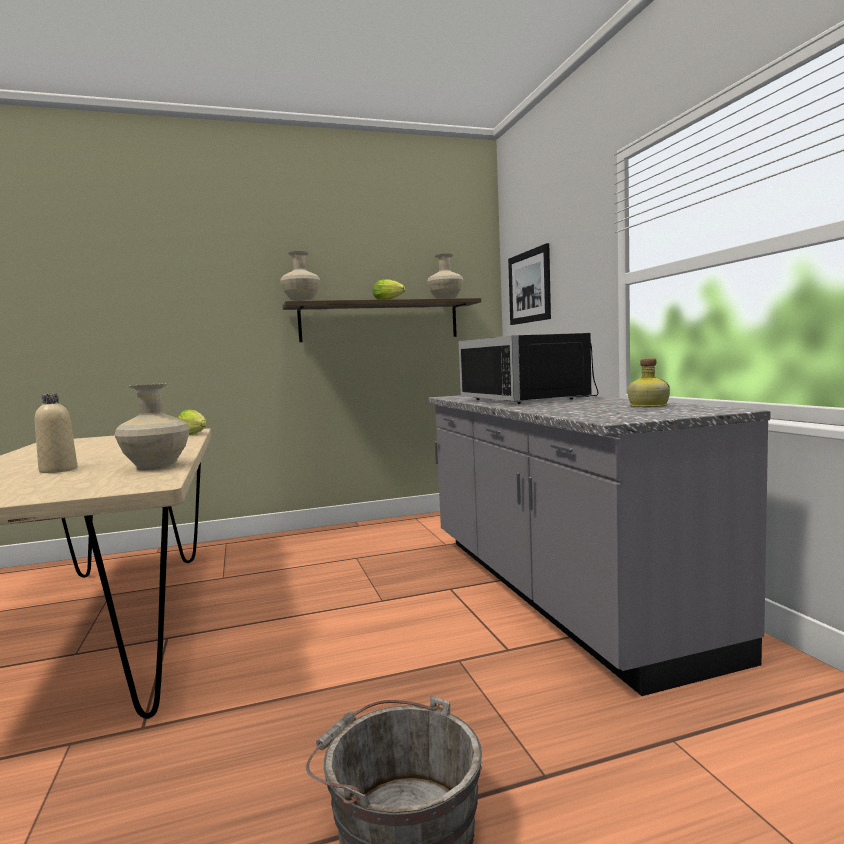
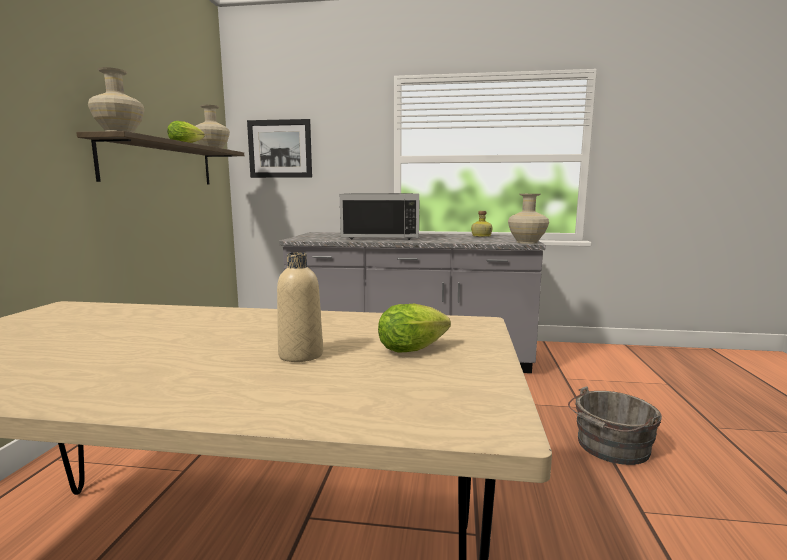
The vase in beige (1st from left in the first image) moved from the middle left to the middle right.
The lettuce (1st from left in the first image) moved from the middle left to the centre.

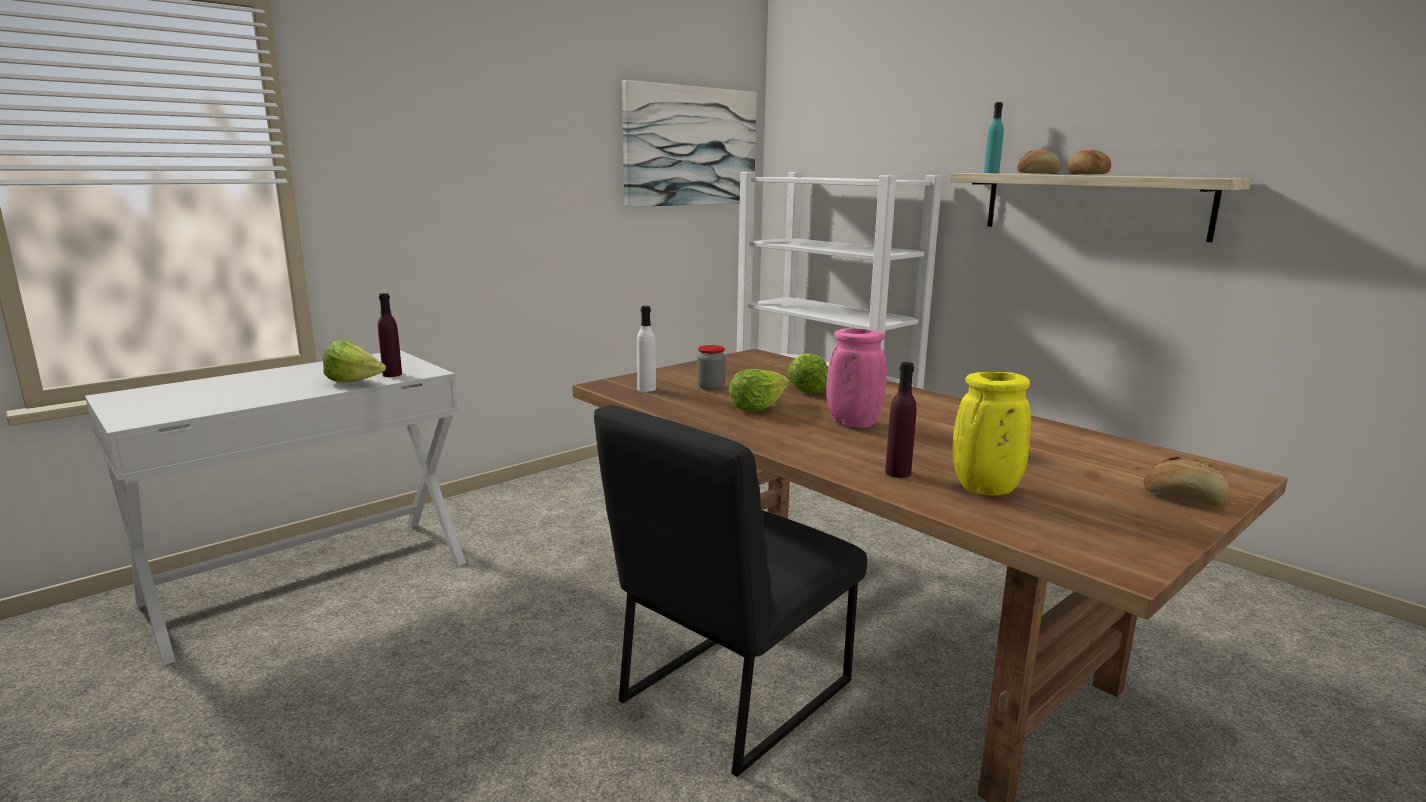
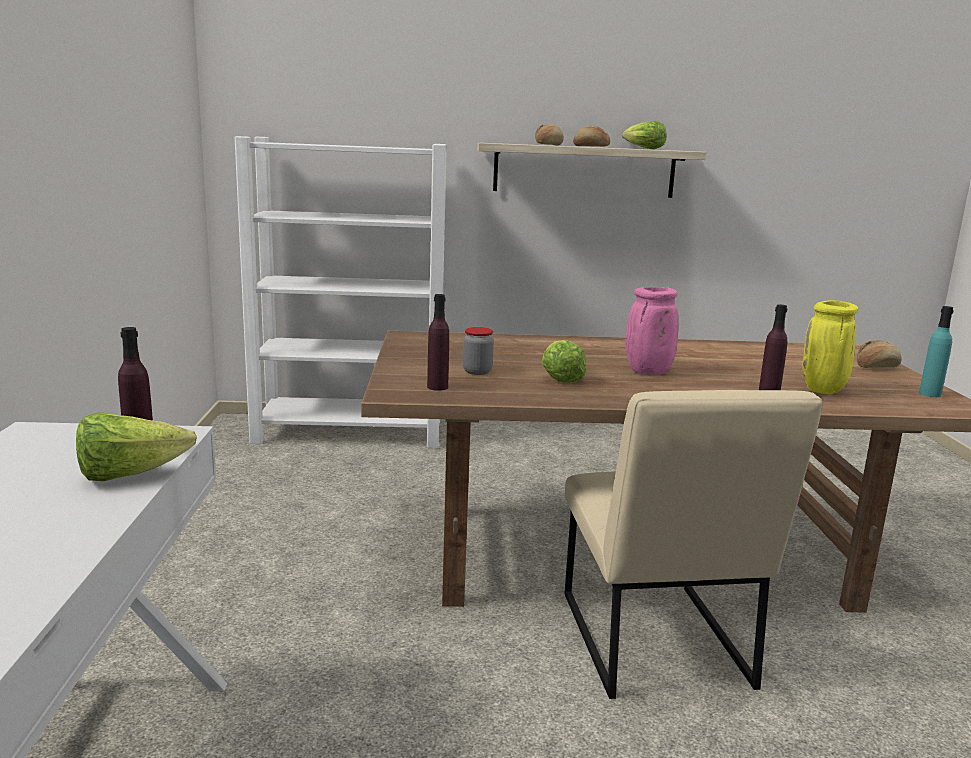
The picture at the top centre disappeared.
The bottle in turquoise moved from the top right to the middle right.
The bottle in white at the centre became the bottle in purple (2nd from left) at the centre.
The lettuce (3rd from left) moved from the centre to the top centre.
The chair in black at the bottom centre became the chair in beige at the bottom right.

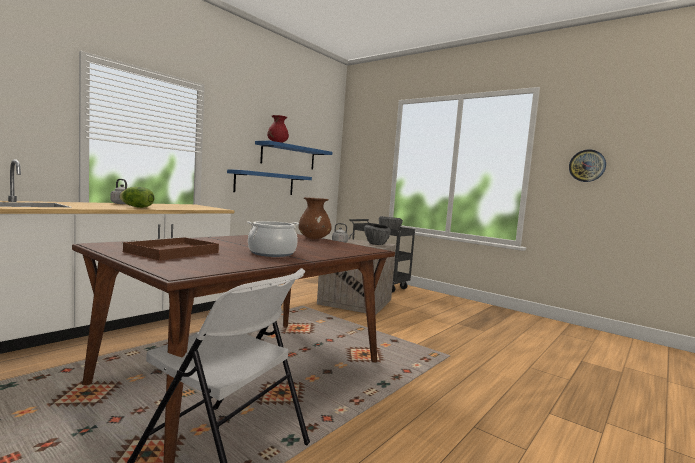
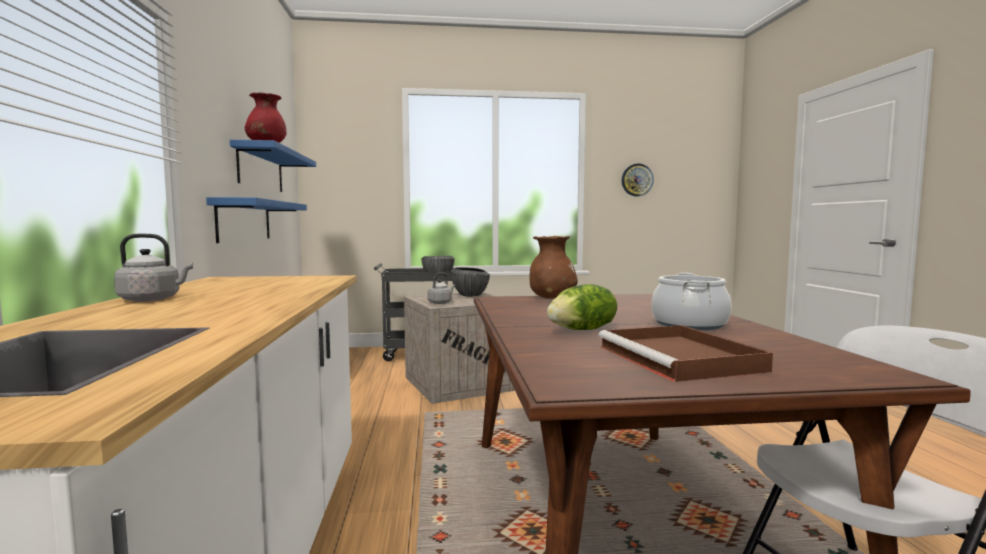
The lettuce moved from the middle left to the centre.

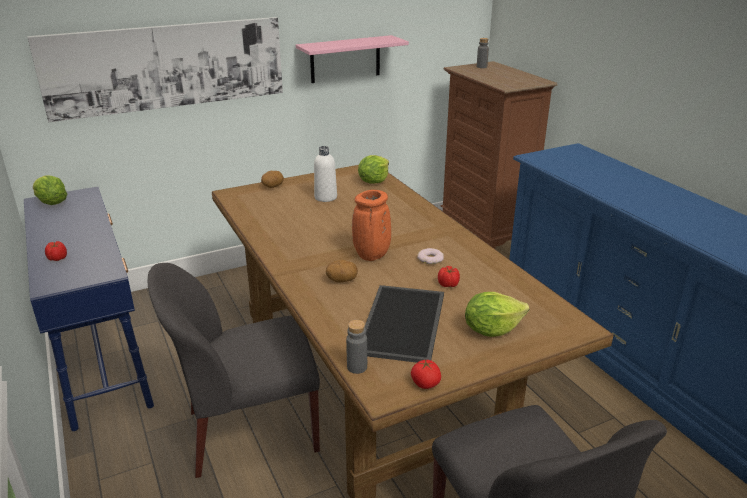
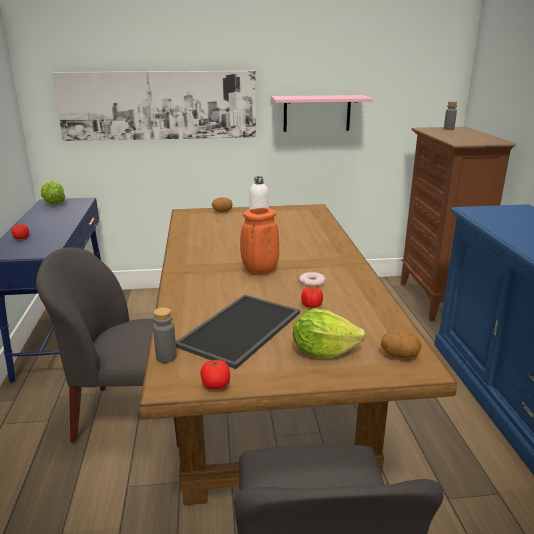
The lettuce (2nd from left) at the centre disappeared.
The potato (2nd from left) moved from the centre to the middle right.

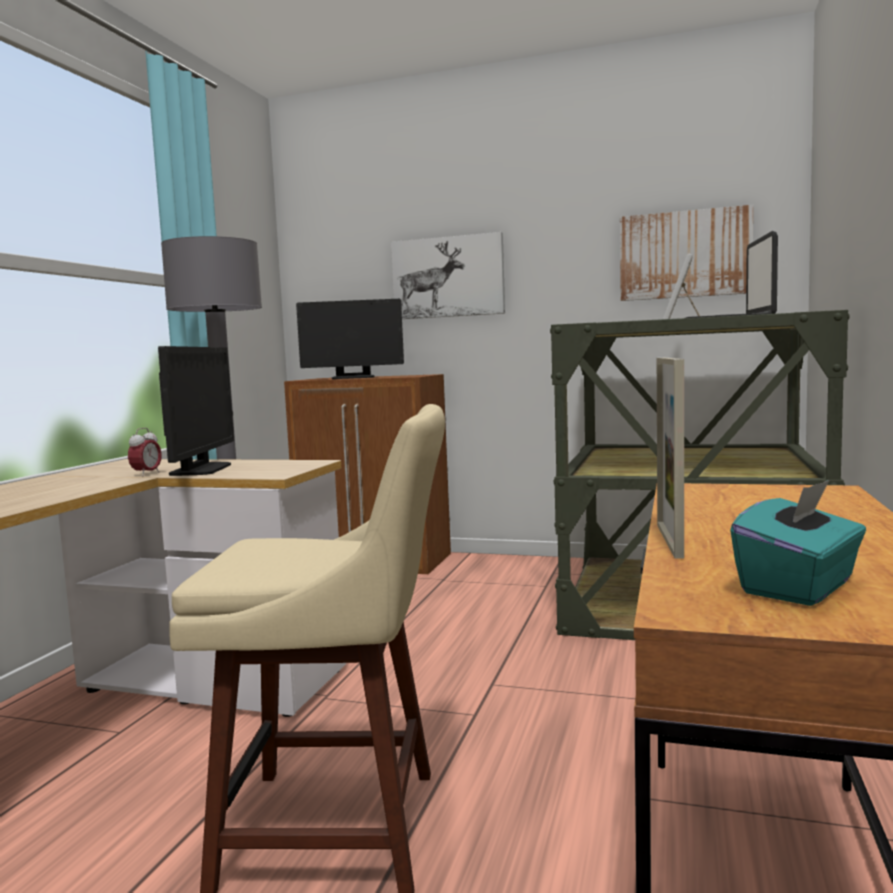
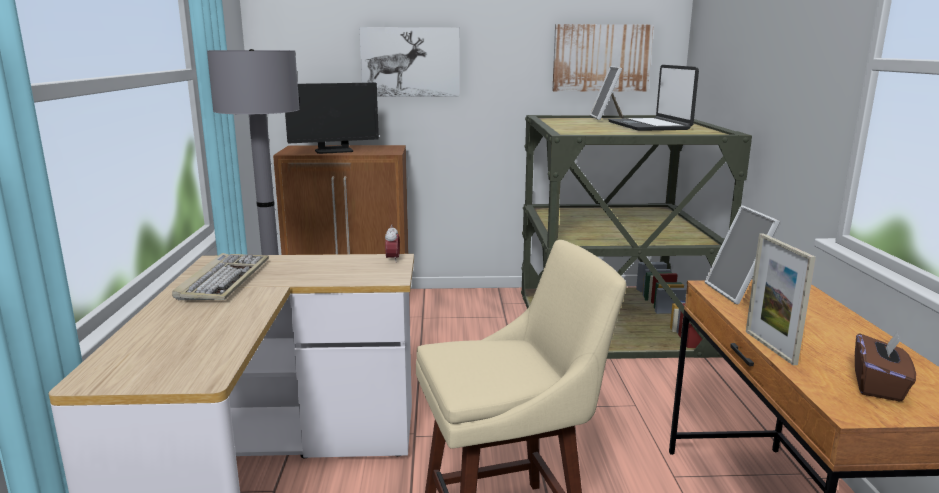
The monitor (1st from left) at the middle left disappeared.
The alarm clock moved from the middle left to the centre.
The tissue box in turquoise at the middle right became the tissue box in brown at the bottom right.
The picture frame (2nd from left) at the middle right appeared.
The keyboard at the middle left appeared.

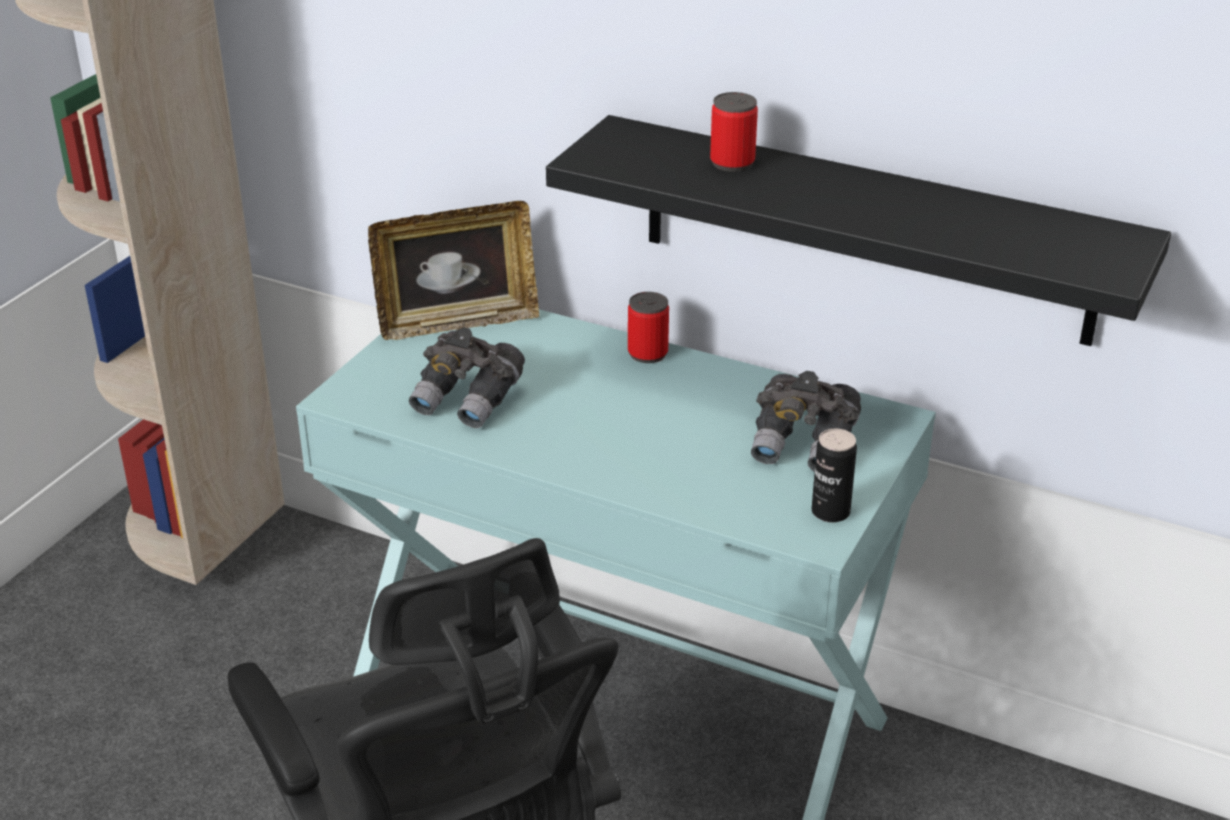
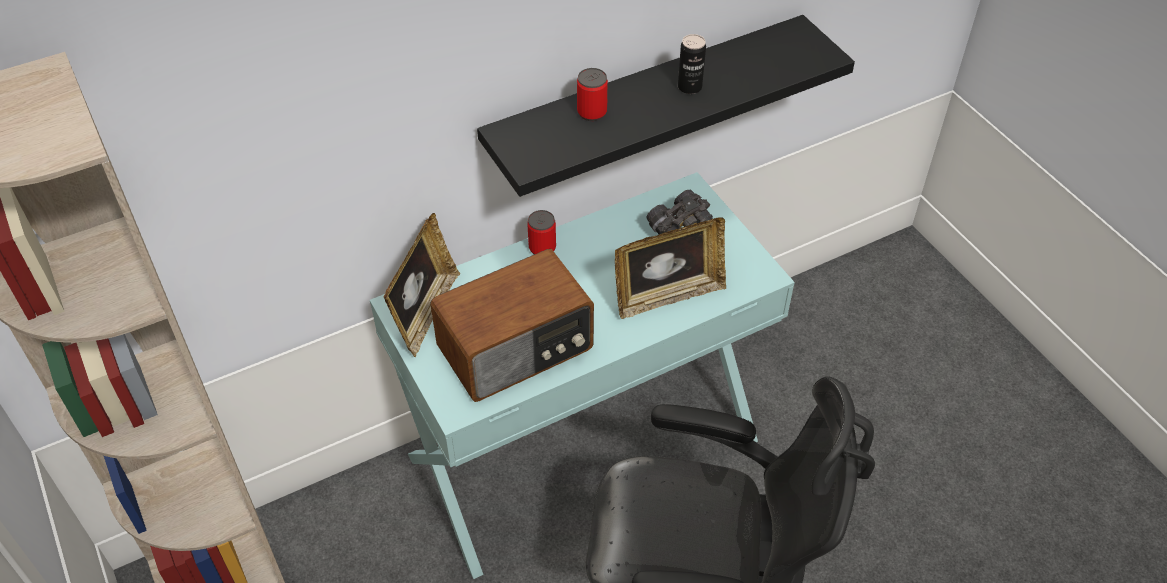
The binoculars in grey (1st from left) at the centre was replaced by the radio at the centre.
The can (3rd from left) moved from the middle right to the top centre.
The picture frame (2nd from left) at the centre appeared.

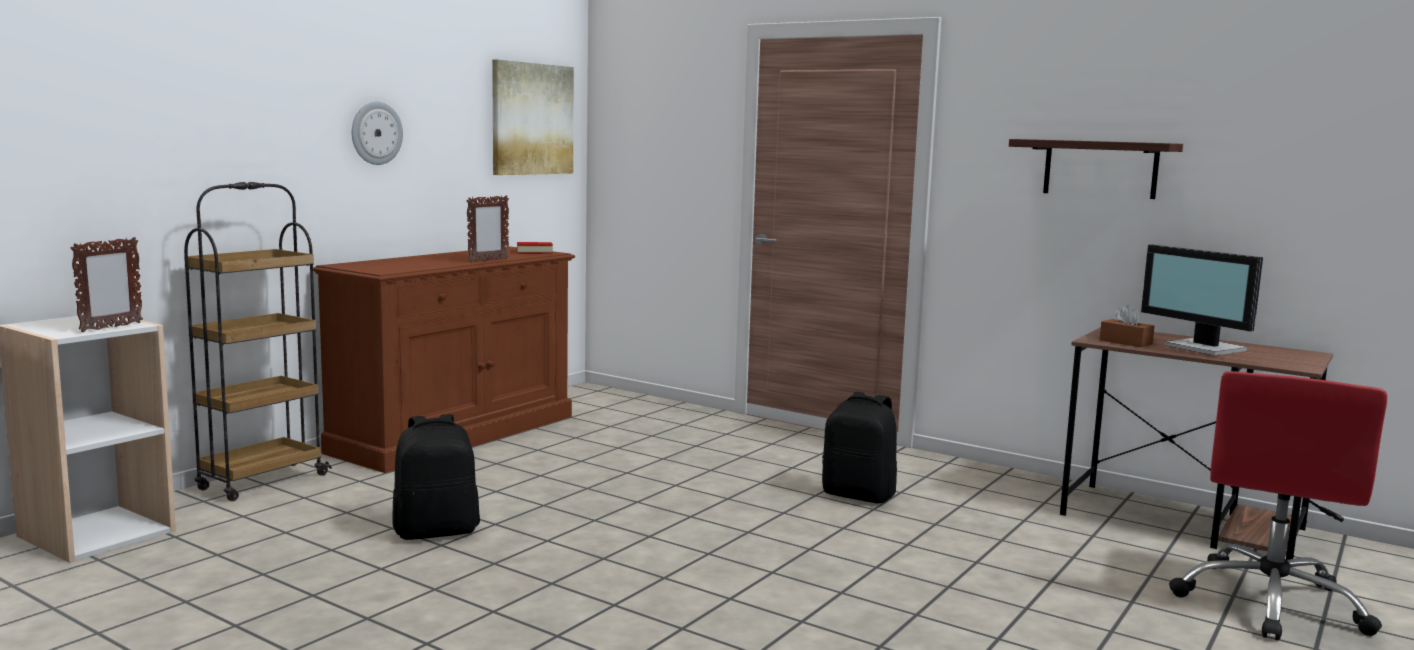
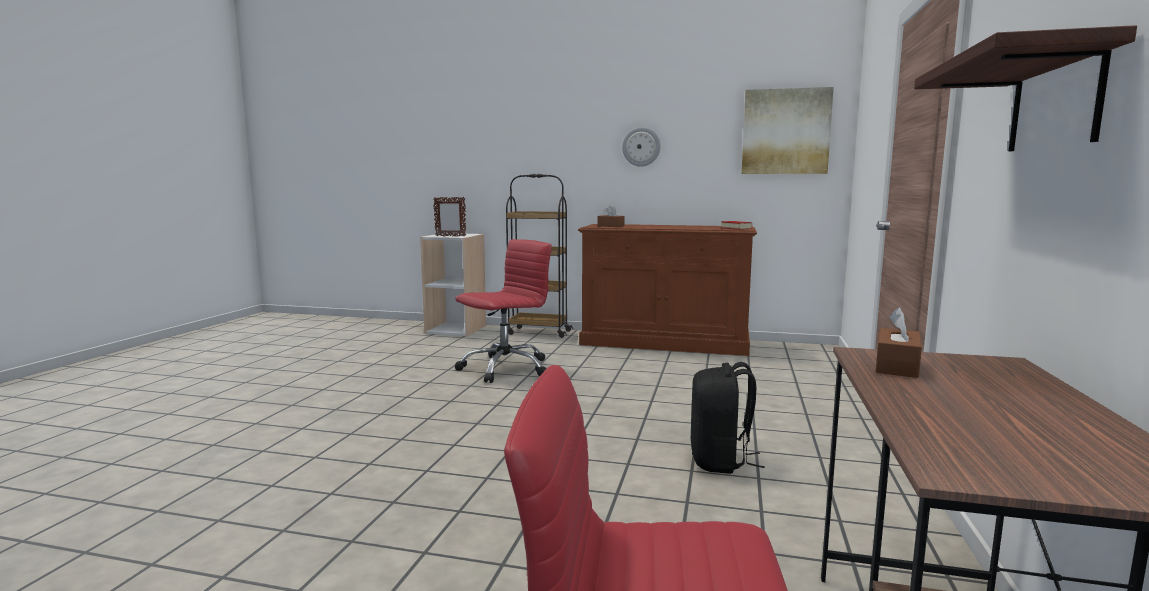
The picture frame (2nd from left) at the centre disappeared.
The monitor at the middle right disappeared.
The backpack in black (1st from left) at the bottom left was replaced by the office chair in red (1st from left) at the centre.
The tissue box in brown (1st from left) at the centre appeared.

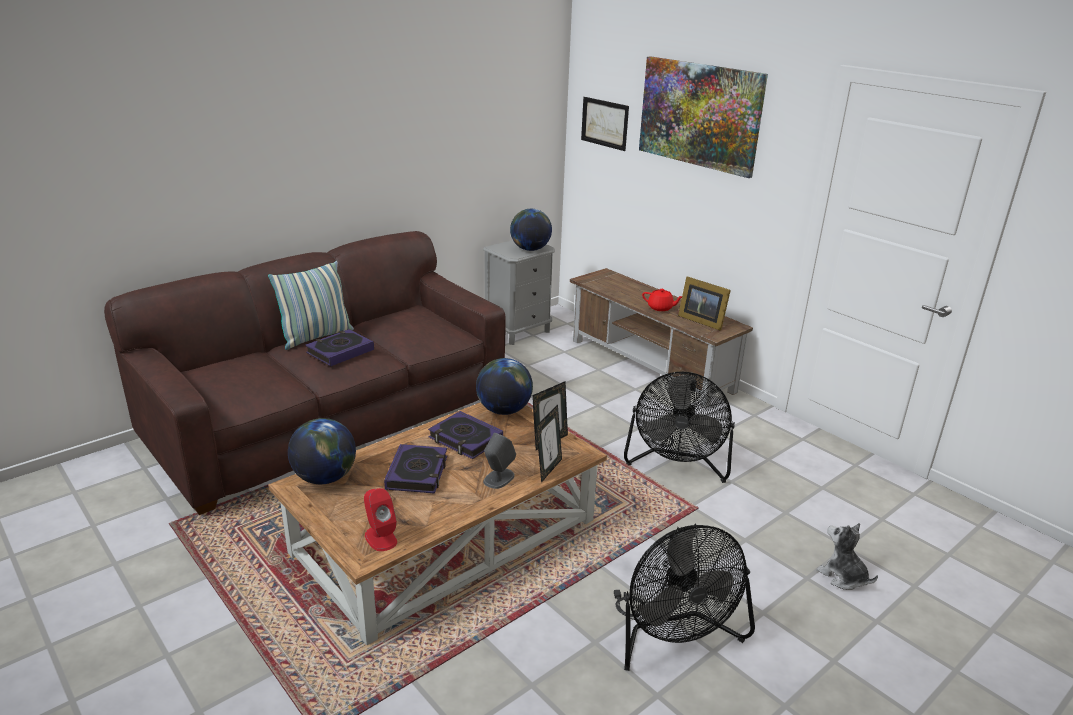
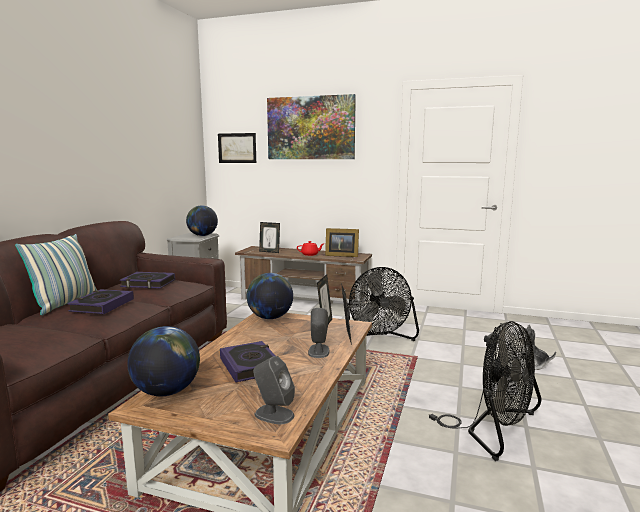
The book (3rd from left in the first image) moved from the centre to the middle left.
The speaker in red at the bottom centre became the speaker in grey (1st from left) at the bottom centre.
The picture frame (1st from left) at the centre appeared.

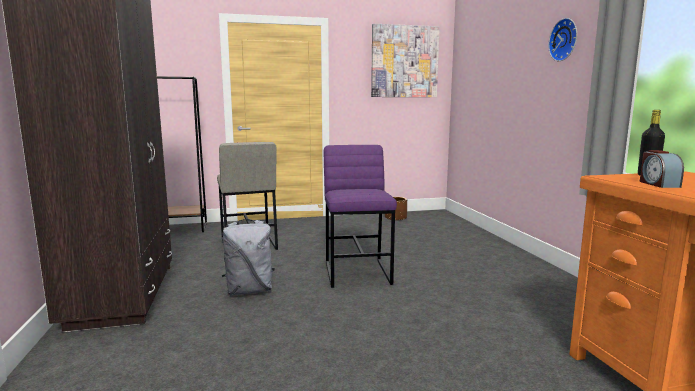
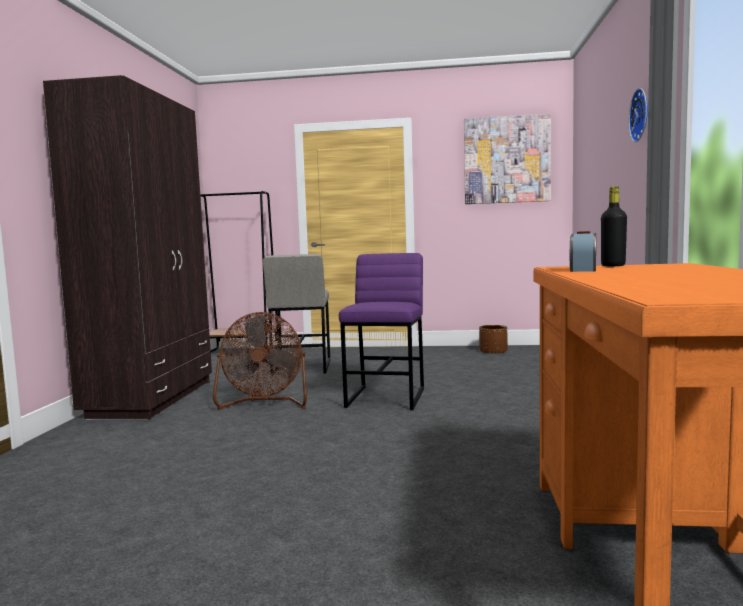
The backpack in grey at the centre was replaced by the fan in brown at the centre.

